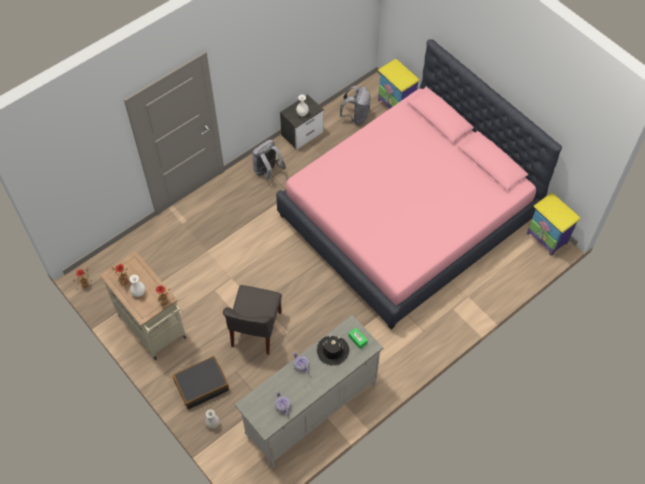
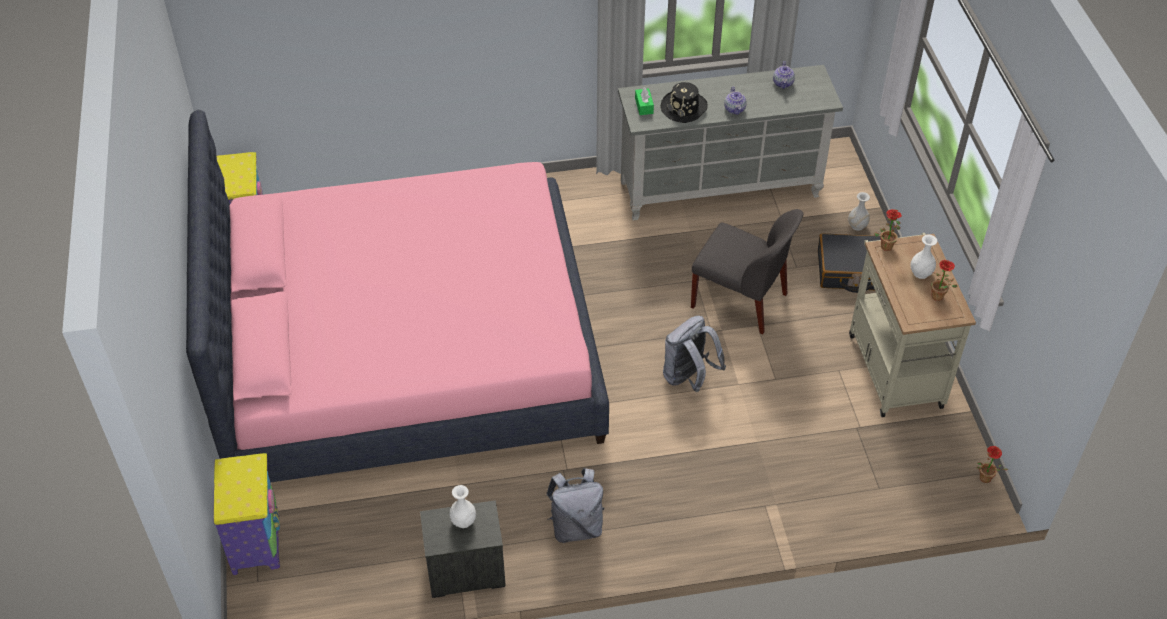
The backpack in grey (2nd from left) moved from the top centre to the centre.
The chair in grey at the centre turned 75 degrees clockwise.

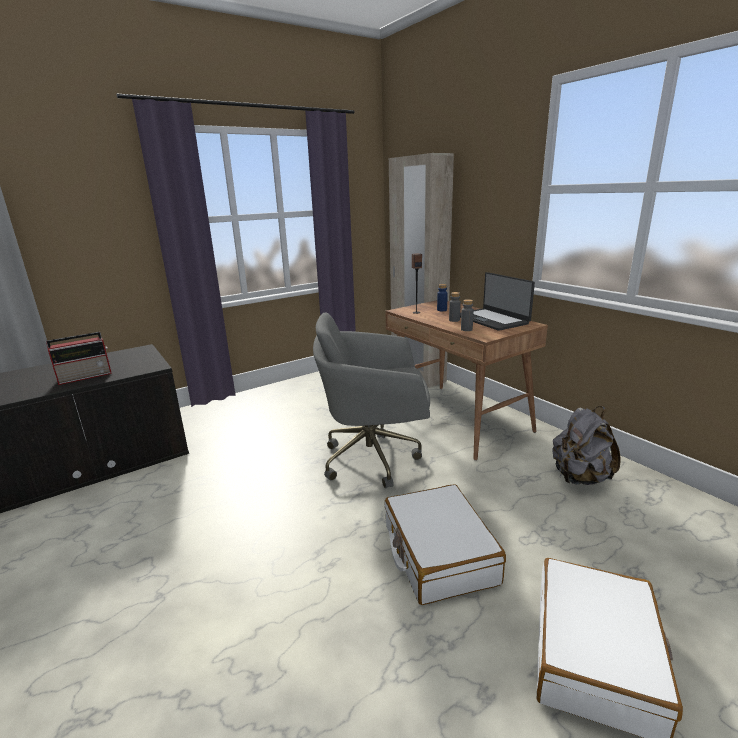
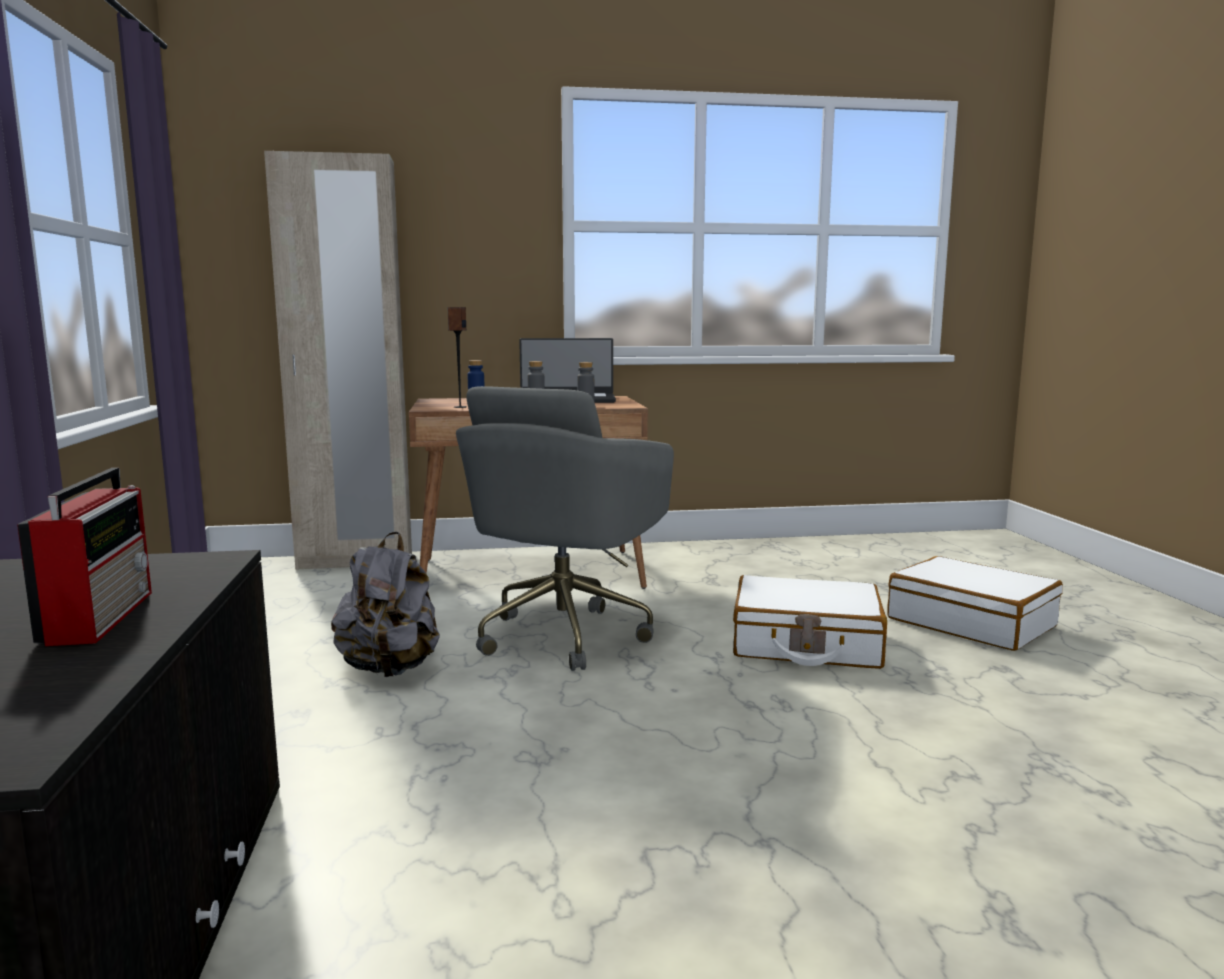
The backpack in grey moved from the middle right to the middle left.

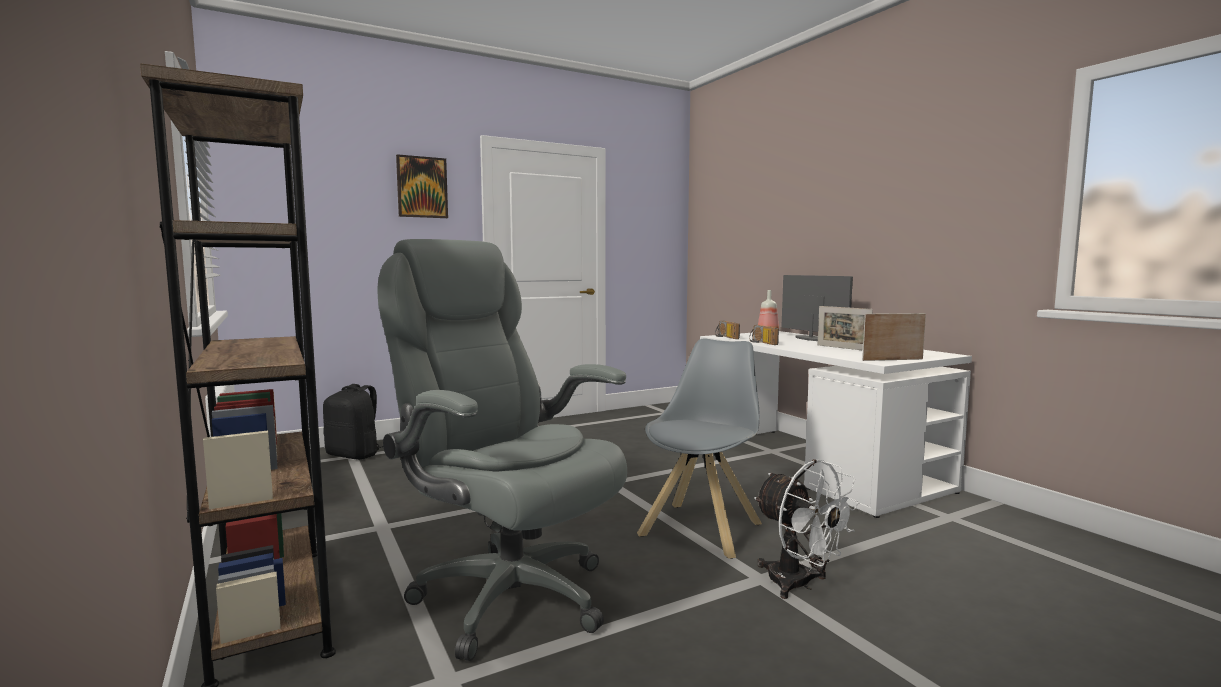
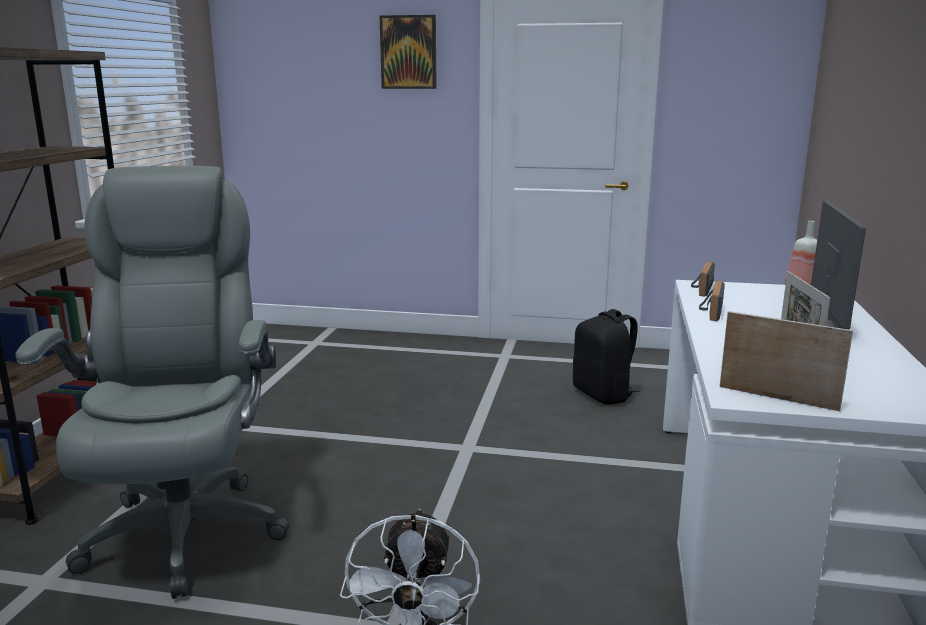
The chair in grey at the centre disappeared.
The backpack in black moved from the middle left to the centre.

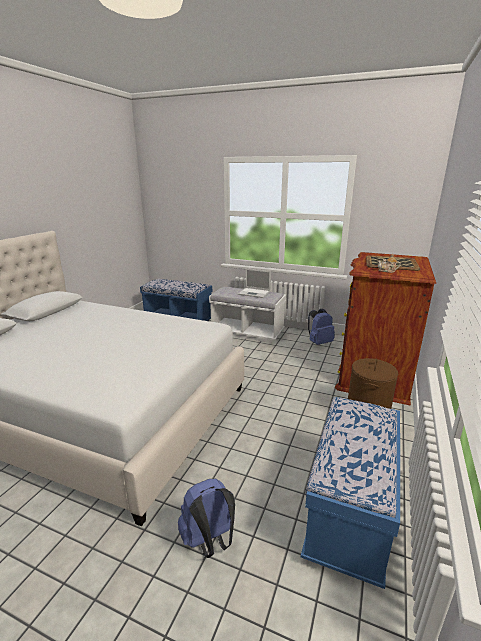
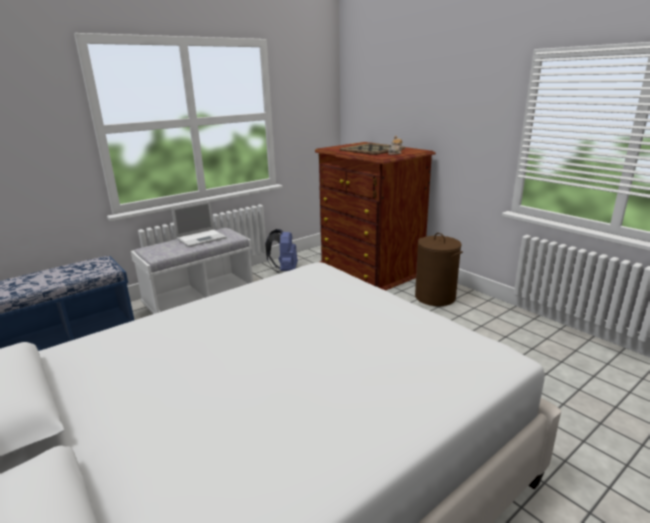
The bench in blue (2nd from left) at the bottom right disappeared.
The backpack in blue (1st from left) at the bottom centre disappeared.

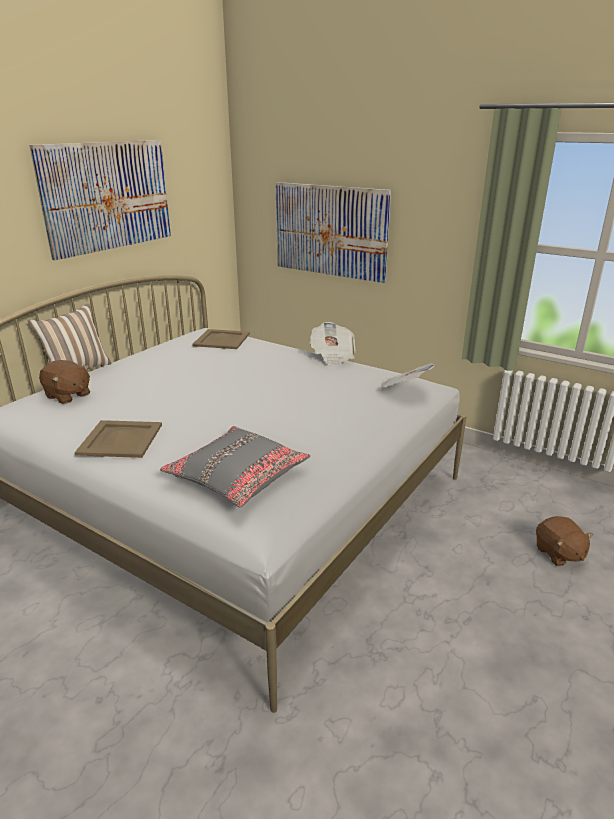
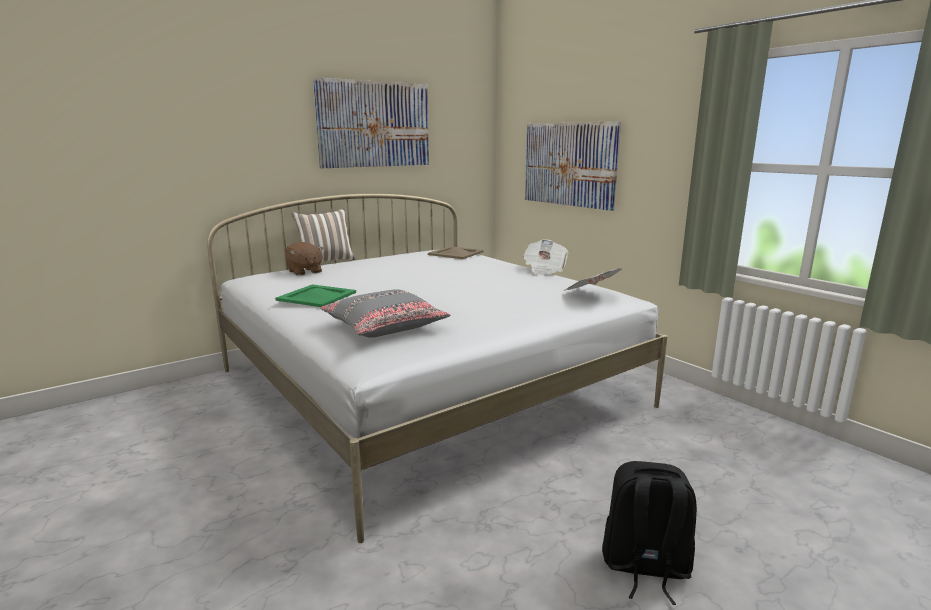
The tray in beige (1st from left) at the middle left became the tray in green at the centre.
The plush toy in brown (2nd from left) at the middle right disappeared.
The backpack in black at the bottom right appeared.

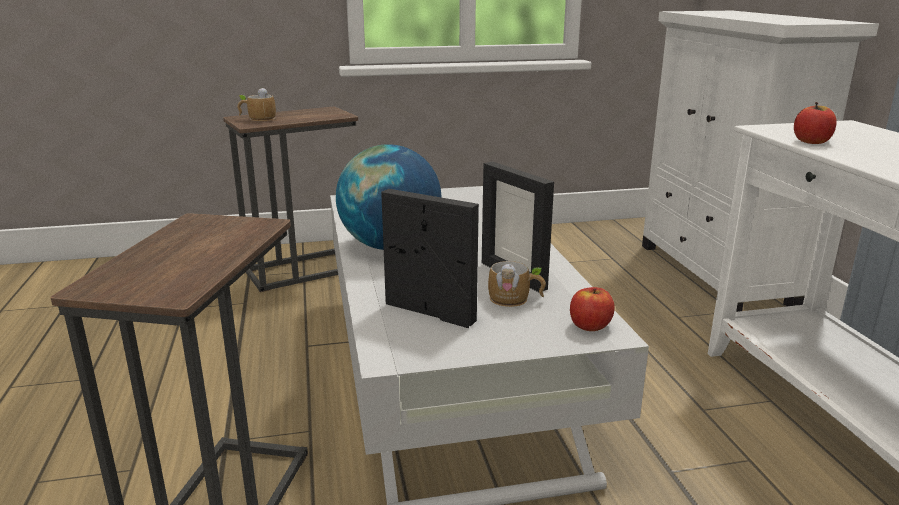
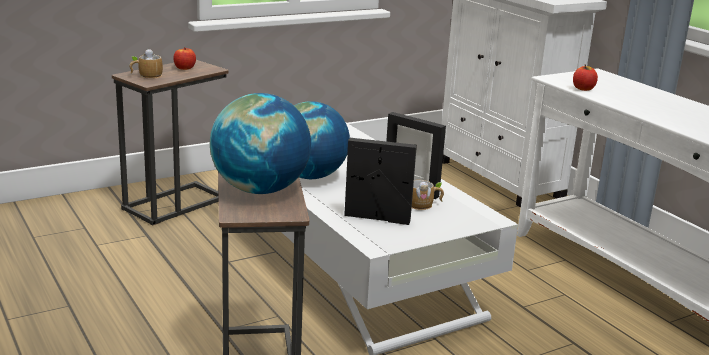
The apple (1st from left) moved from the centre to the top left.
The globe (1st from left) at the centre appeared.

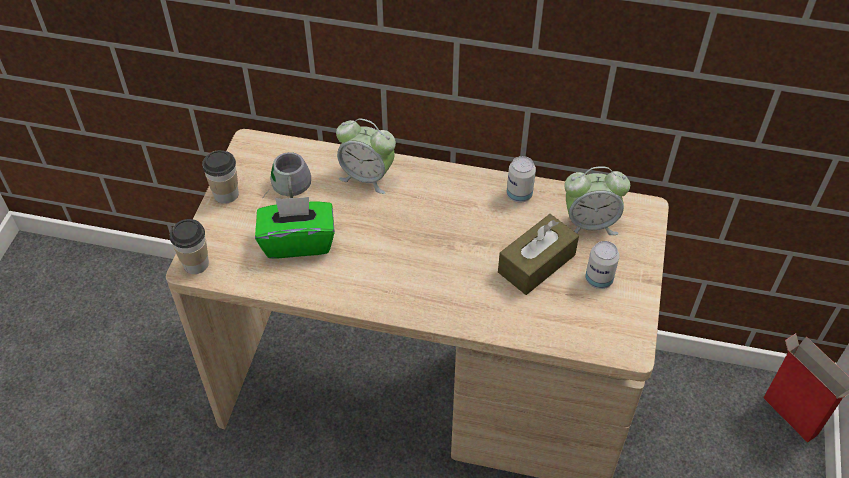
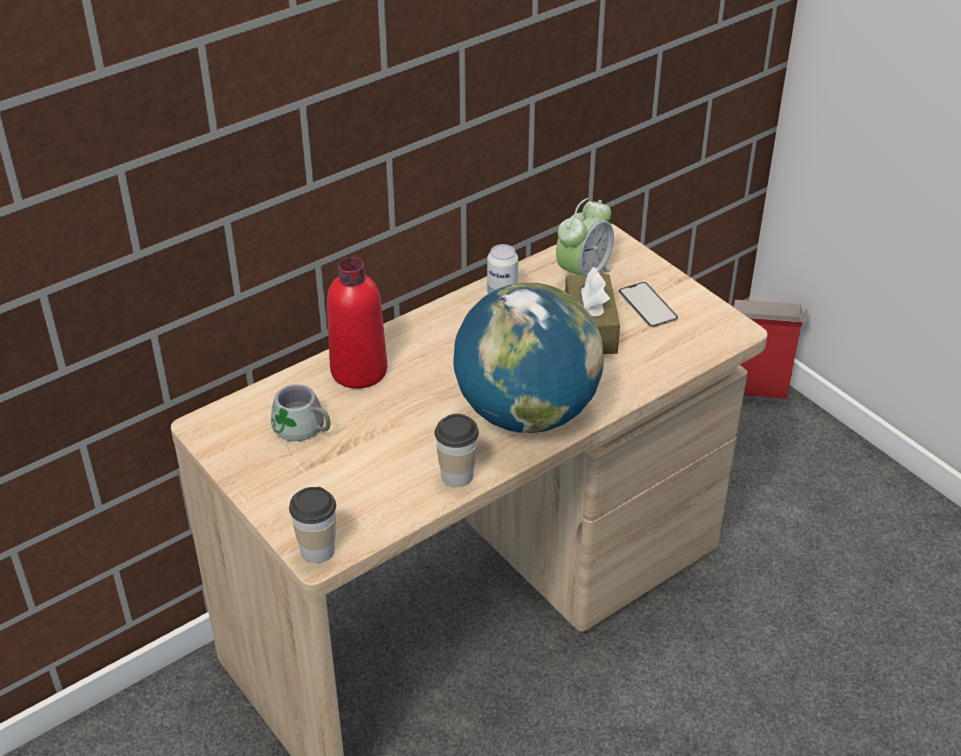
The alarm clock (1st from left) at the top centre was replaced by the bottle in red at the centre.
The cup (2nd from left) moved from the middle left to the centre.
The tissue box in green at the centre disappeared.
The can (2nd from left) at the middle right was replaced by the phone at the middle right.
The globe at the centre appeared.

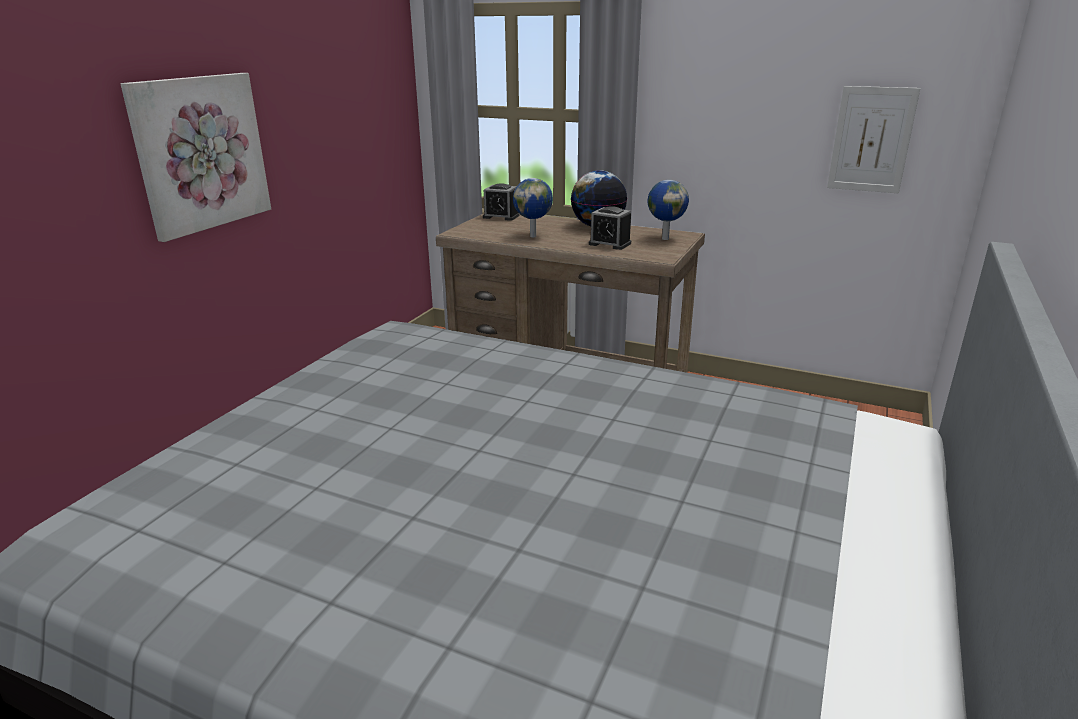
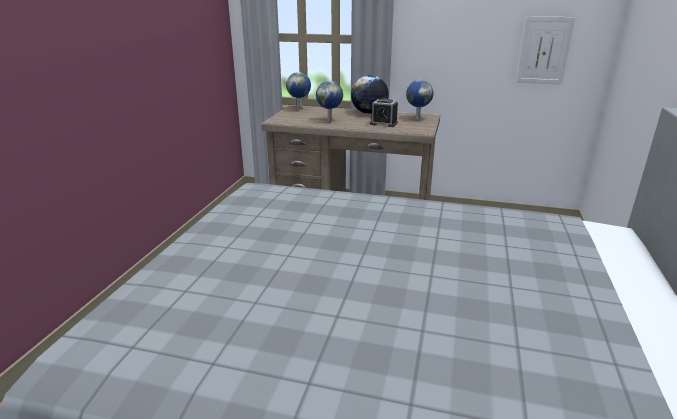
The picture (1st from left) at the top left disappeared.
The alarm clock (1st from left) at the top centre was replaced by the globe (1st from left) at the top centre.

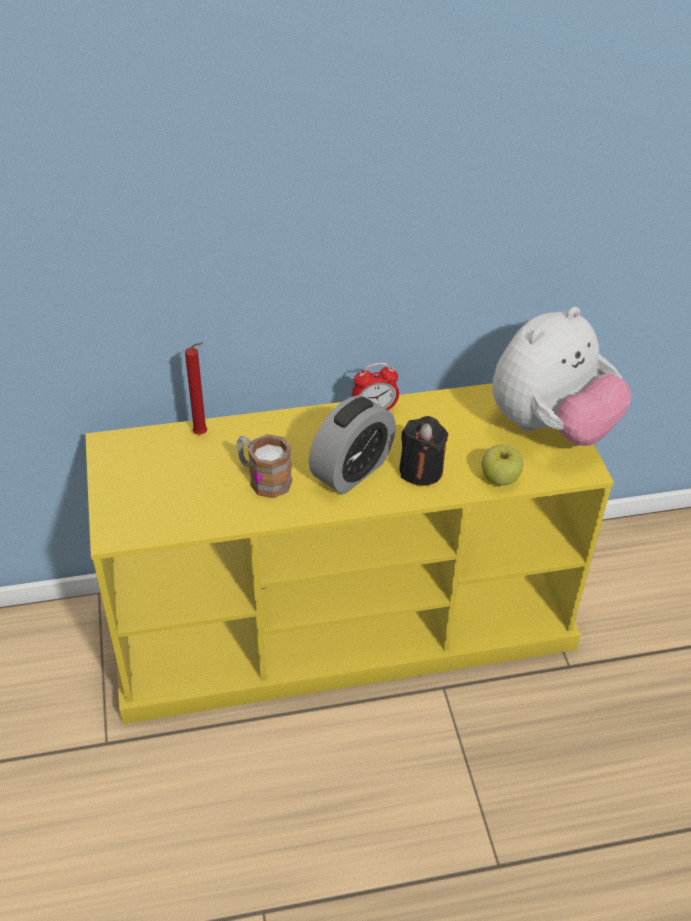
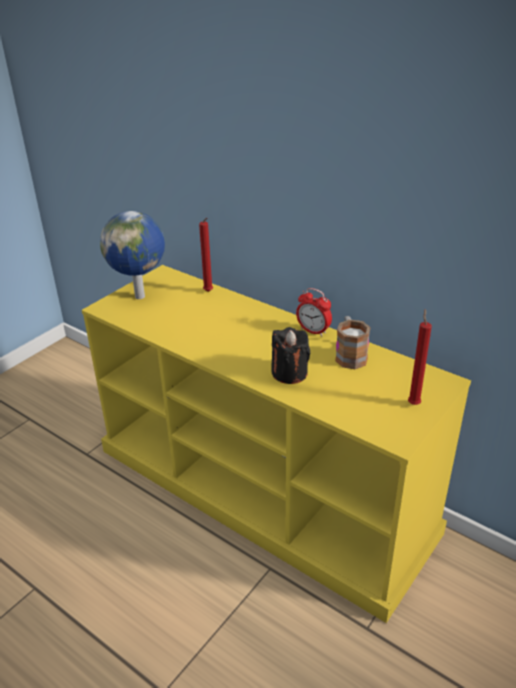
The plush toy at the middle right was replaced by the candle in red (2nd from left) at the middle right.
The alarm clock (1st from left) at the centre disappeared.
The mug moved from the centre to the middle right.
The apple at the middle right disappeared.
The globe at the middle left appeared.

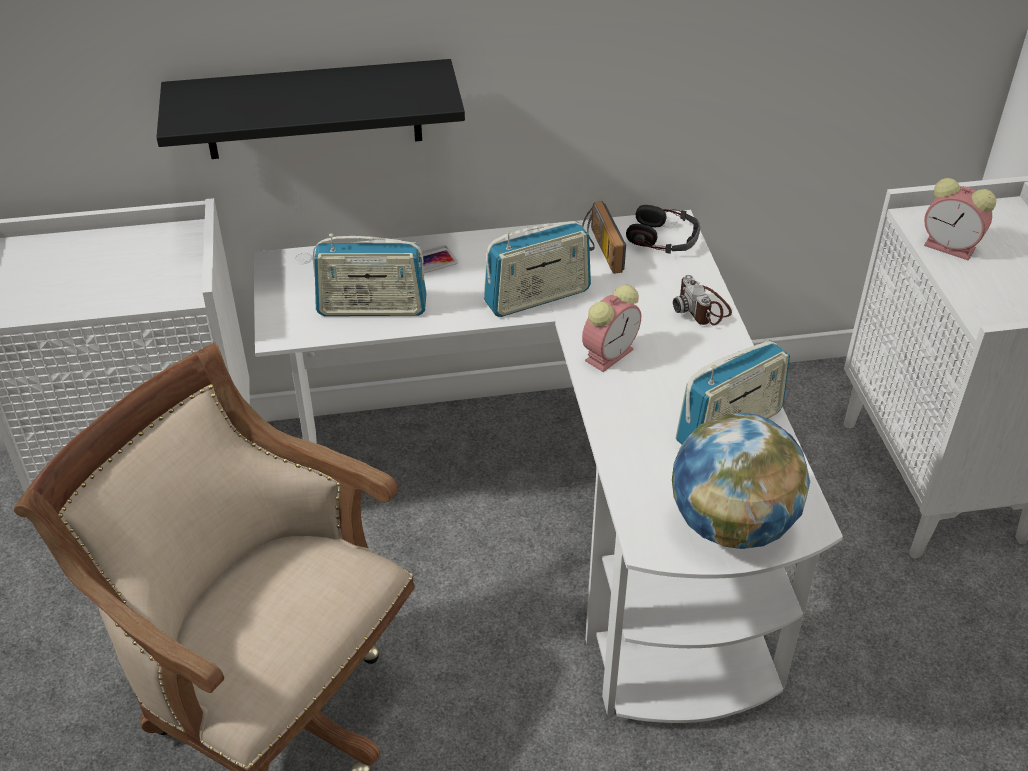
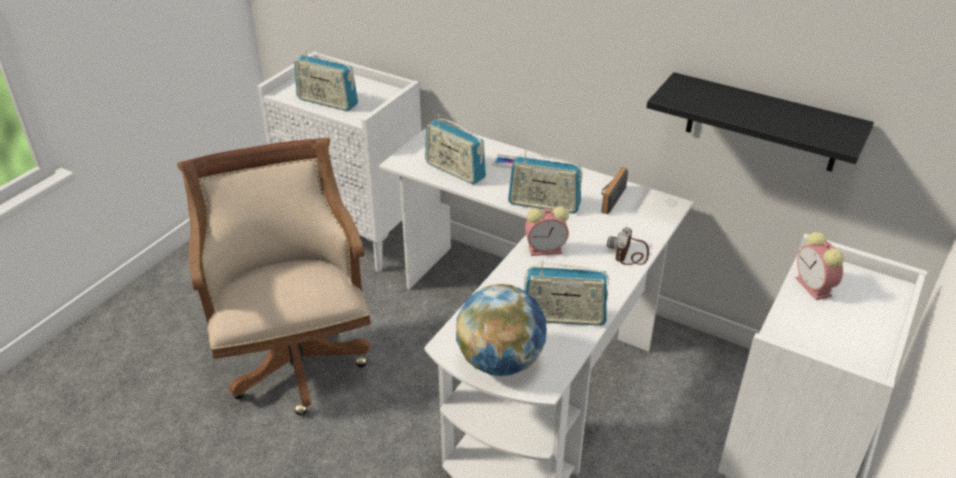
The shelf in black moved from the top left to the top right.
The headphones at the top centre disappeared.
The radio (1st from left) at the top centre appeared.

